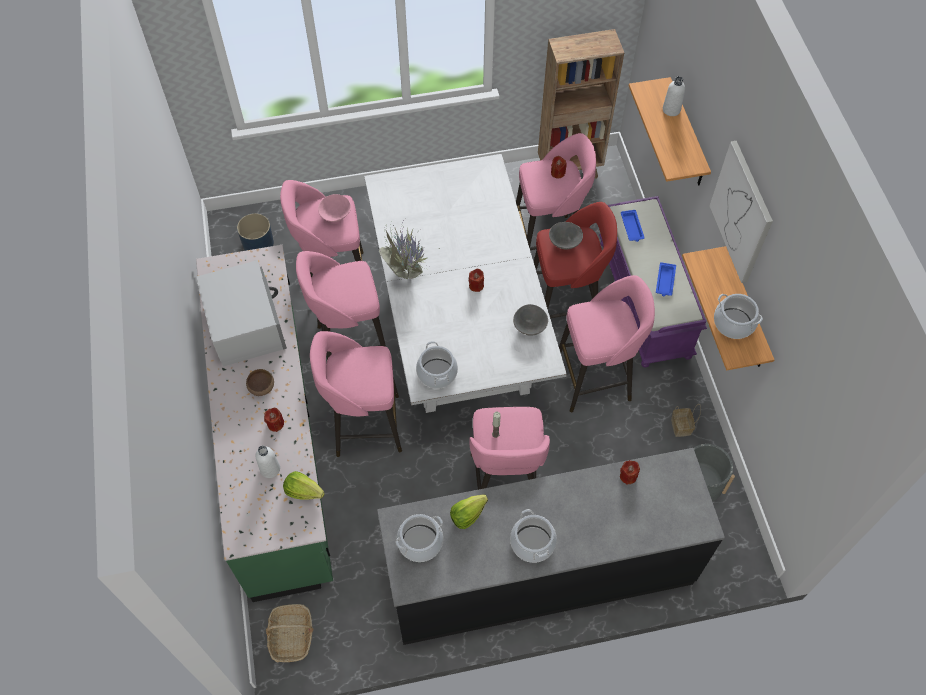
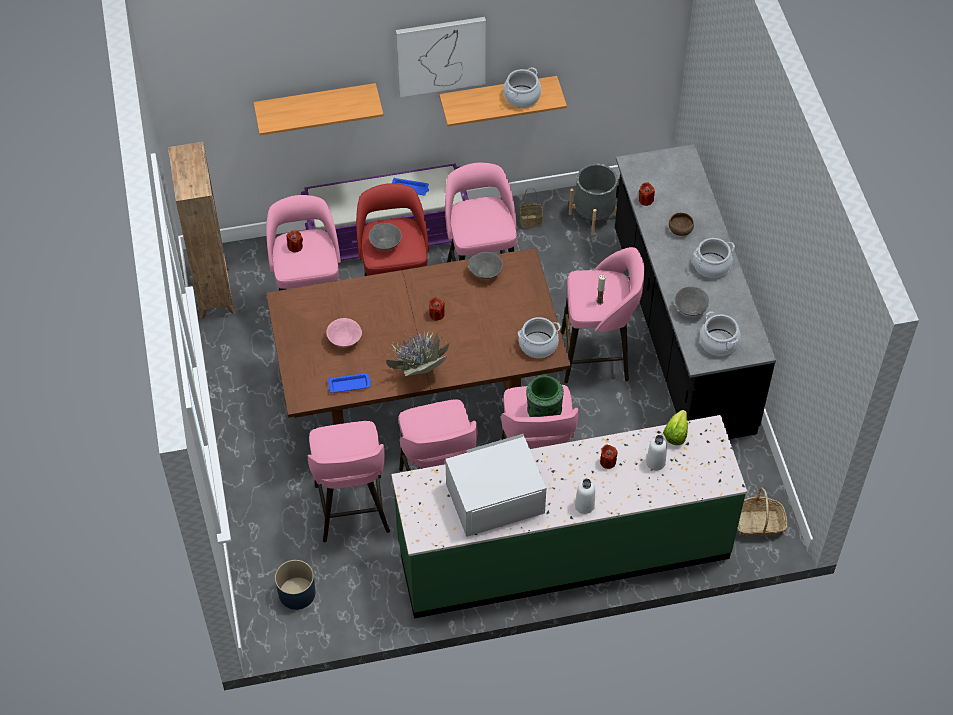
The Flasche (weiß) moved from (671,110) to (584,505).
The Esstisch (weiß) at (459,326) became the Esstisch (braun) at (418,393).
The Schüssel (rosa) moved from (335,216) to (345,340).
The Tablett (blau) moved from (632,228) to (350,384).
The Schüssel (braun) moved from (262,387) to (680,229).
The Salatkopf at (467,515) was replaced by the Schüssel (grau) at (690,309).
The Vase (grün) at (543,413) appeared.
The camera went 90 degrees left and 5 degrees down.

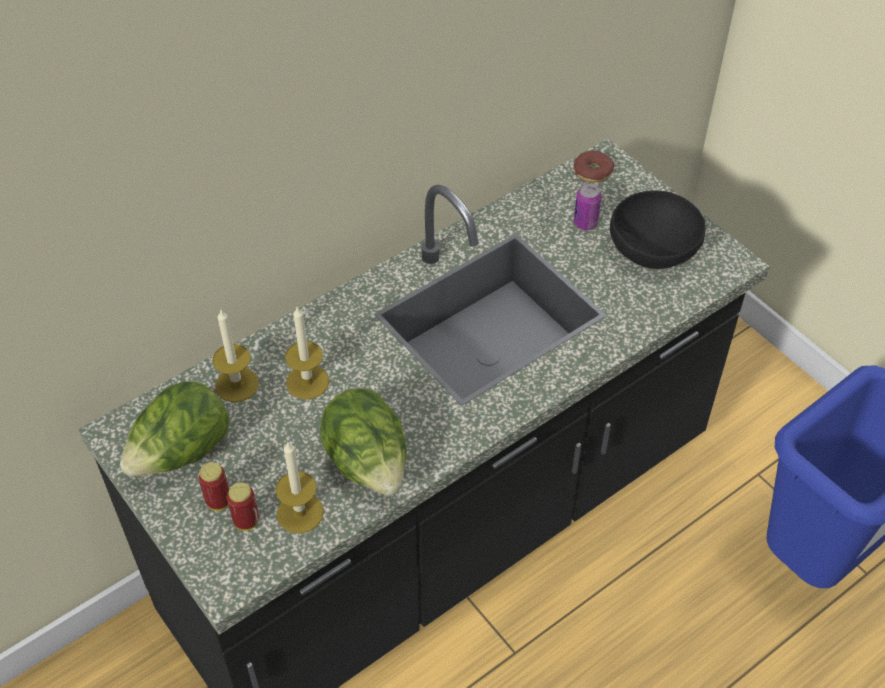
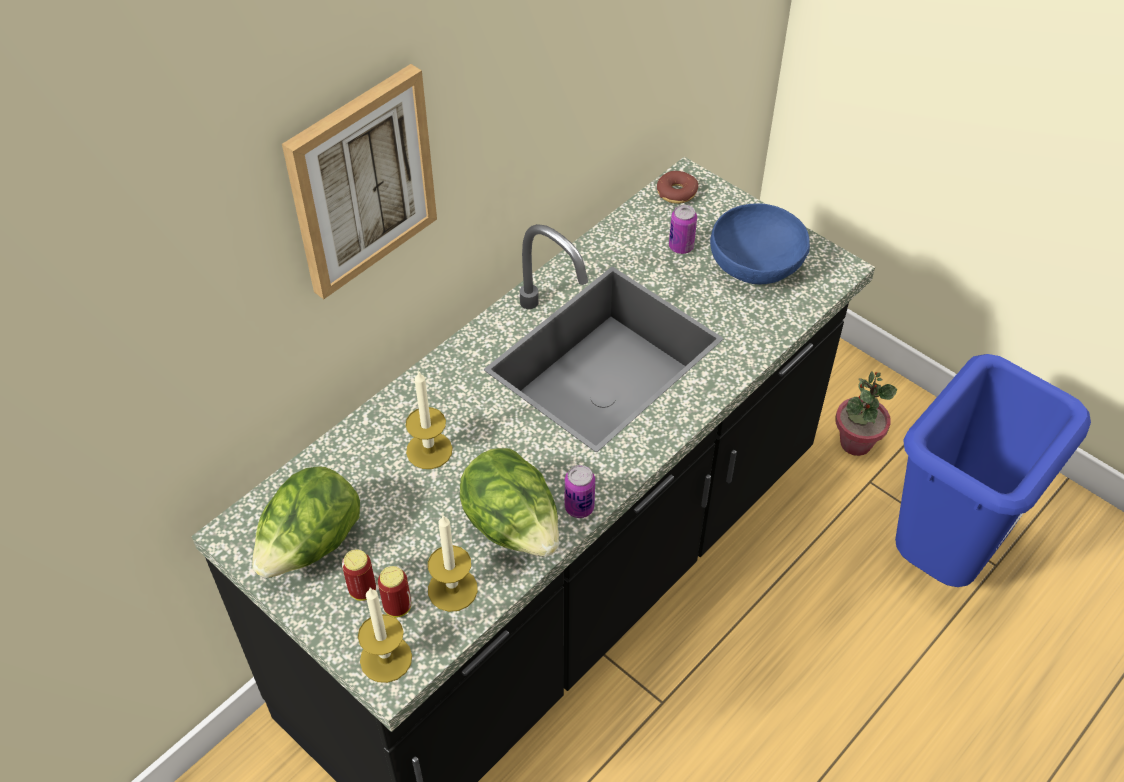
The Schüssel (schwarz) at (654,249) became the Schüssel (blau) at (756,265).
The Kerze moved from (237,384) to (386,658).
The Bild at (360,181) appeared.
The Topfpflanze at (855,442) appeared.
The Dose at (579,507) appeared.
The camera went 10 degrees left and 0 degrees up.

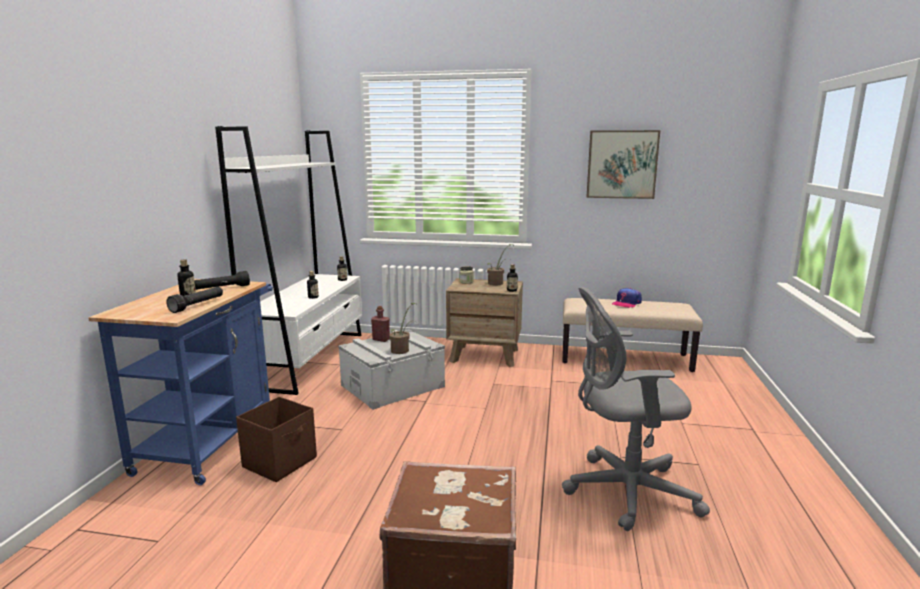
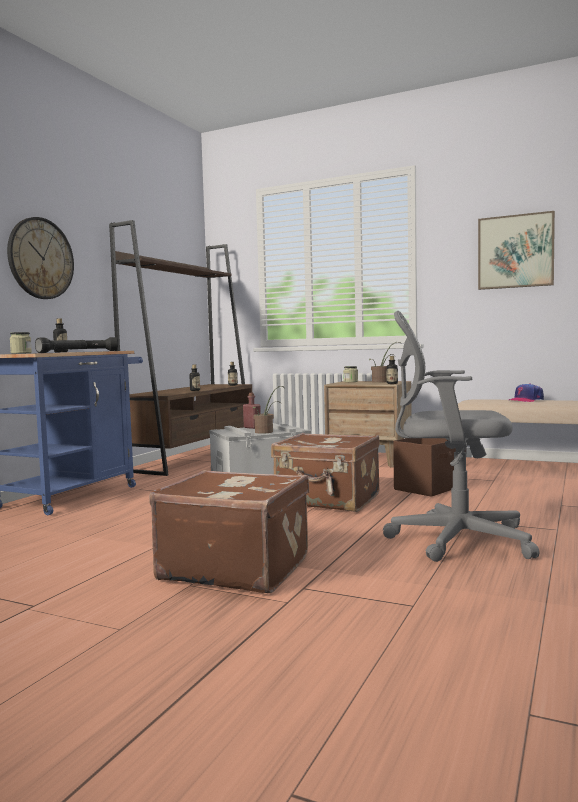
The Bücherregal (weiß) at (310,359) became the Bücherregal (braun) at (194,458).
The Aufbewahrungsbox (braun) moved from (281,462) to (426,489).
The Wanduhr at (40,258) appeared.
The Vorratsglas at (21,353) appeared.
The Koffer (braun) at (328,500) appeared.
The camera went 15 degrees right and 10 degrees down.

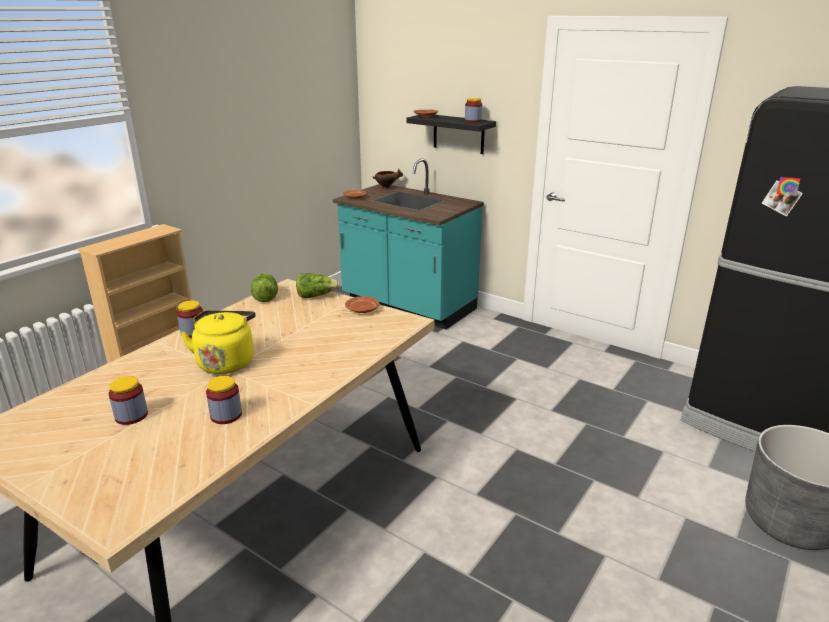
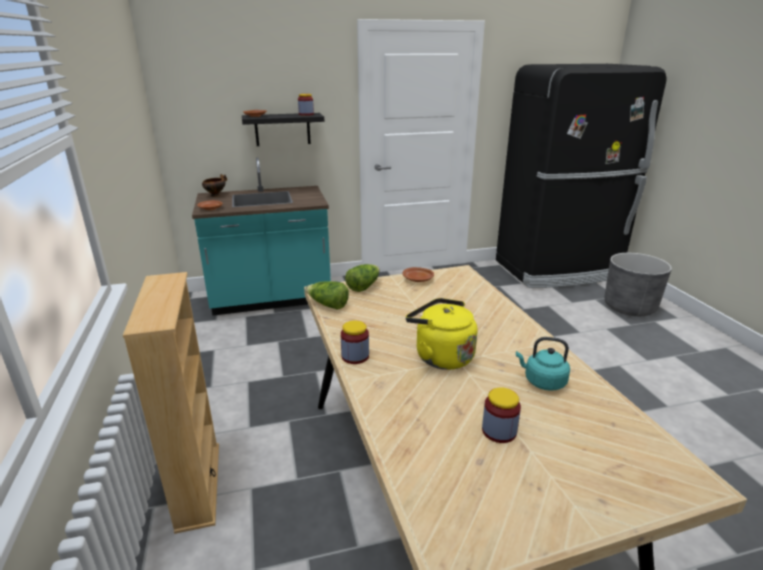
The Vorratsglas at (226,415) was replaced by the Wasserkessel (türkis) at (542,381).
The camera went 50 degrees left and 0 degrees up.

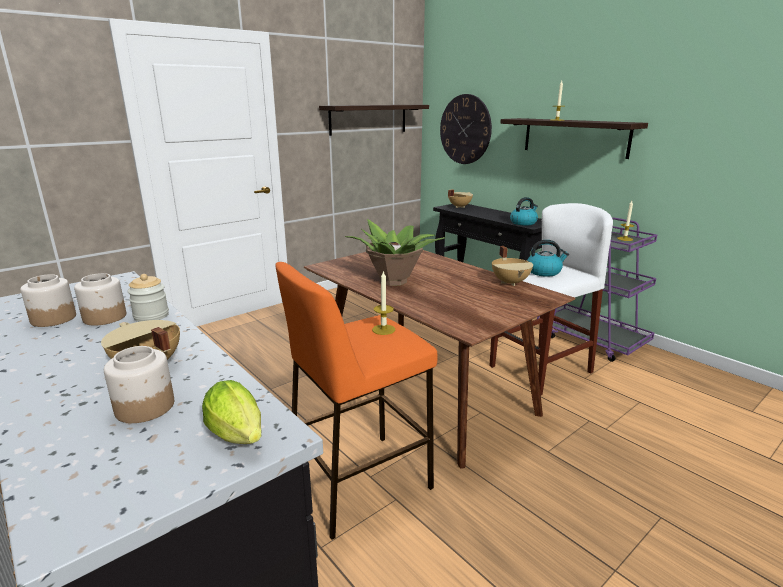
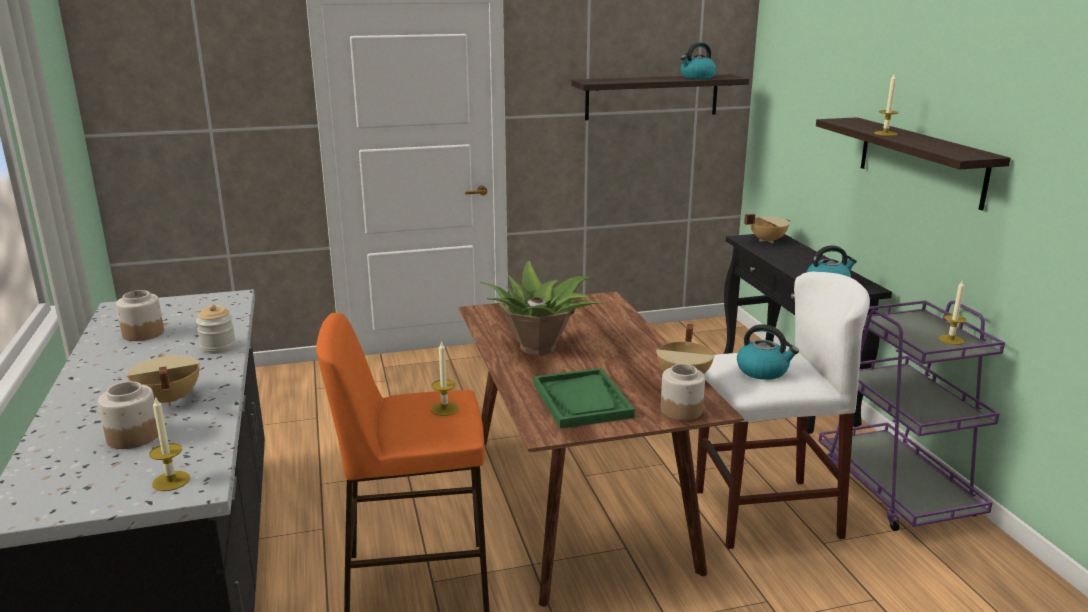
The Wanduhr at (465,129) disappeared.
The Vorratsglas moved from (105,317) to (681,410).
The Salatkopf at (239,437) was replaced by the Kerze at (171,481).
The Wasserkessel at (697,77) appeared.
The Tablett (grün) at (582,400) appeared.
The camera went 25 degrees right and 0 degrees up.

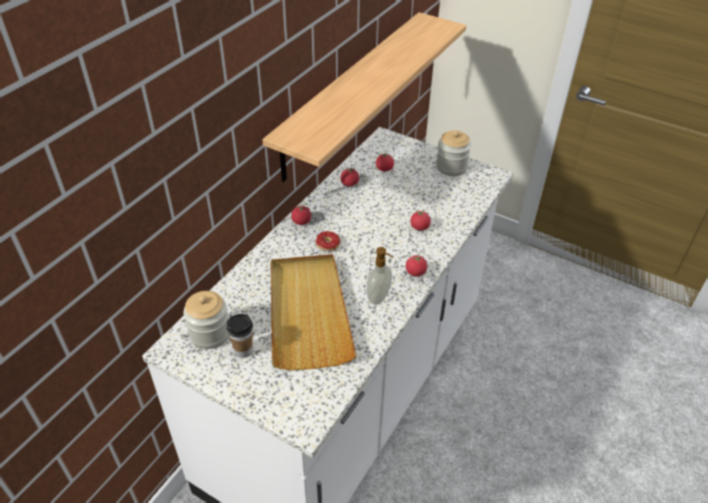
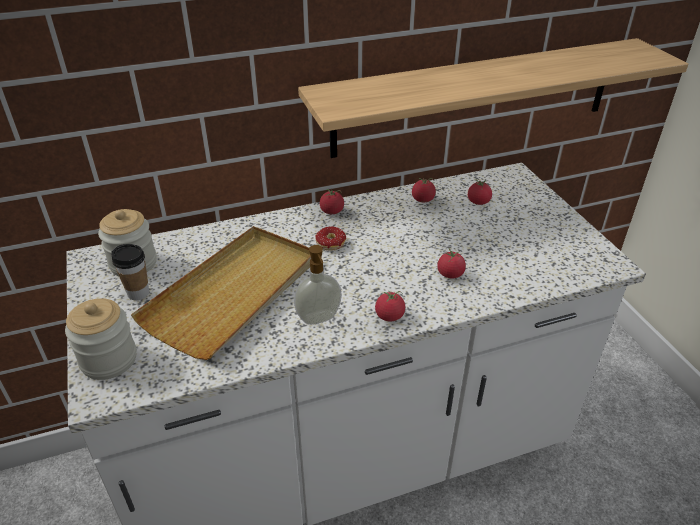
The Vorratsglas moved from (451,167) to (109,359).
The camera went 40 degrees right and 5 degrees down.

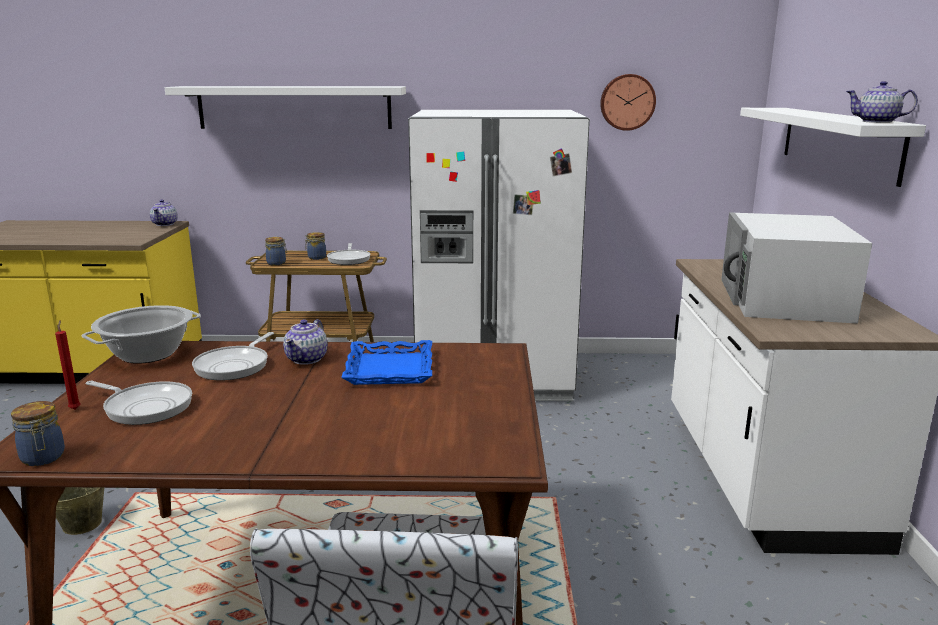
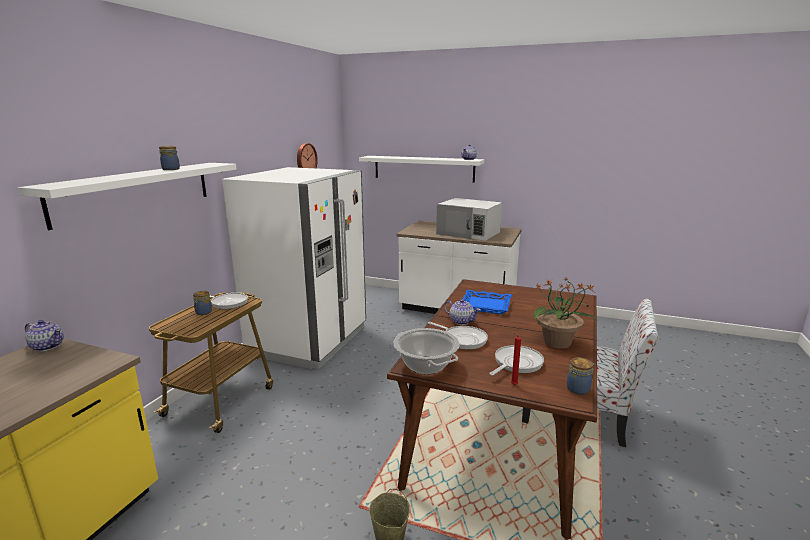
The Vorratsglas moved from (277,263) to (171,169).
The Topfpflanze at (558,342) appeared.
The camera went 70 degrees left and 0 degrees up.

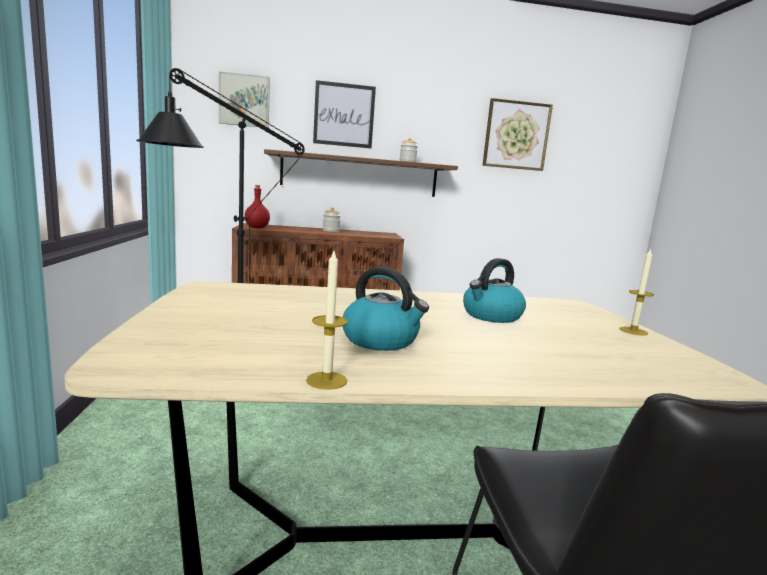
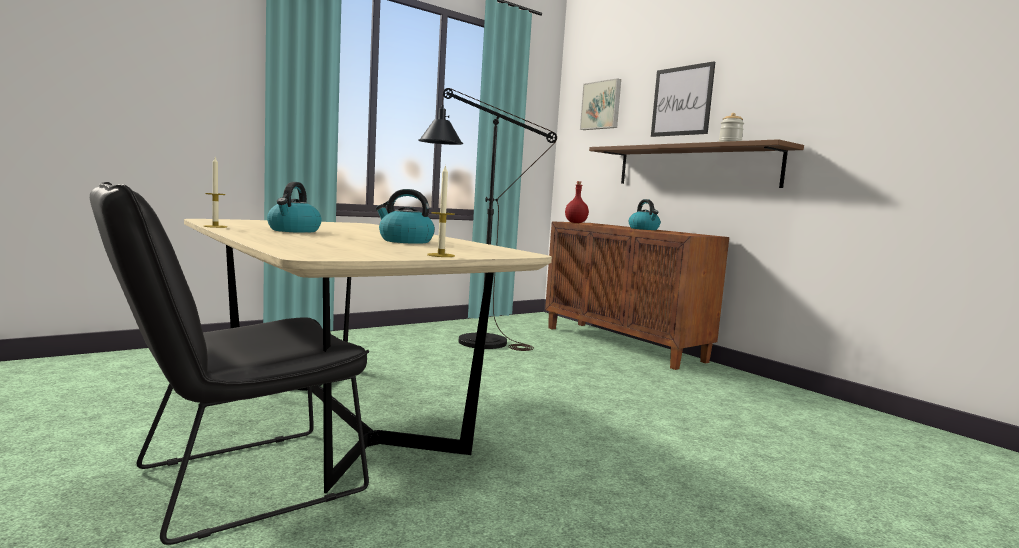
The Bild at (516,135) disappeared.
The Vorratsglas at (331,230) was replaced by the Wasserkessel at (644,229).
The camera went 60 degrees right and 5 degrees down.

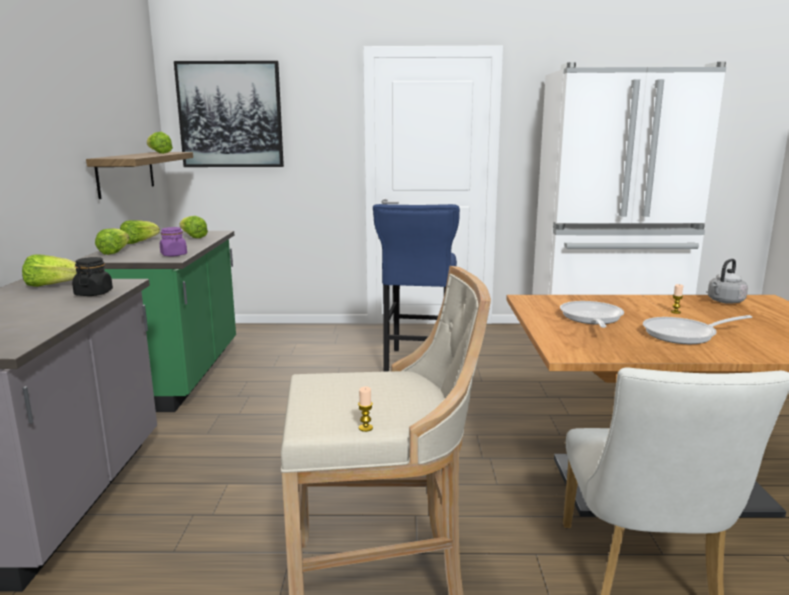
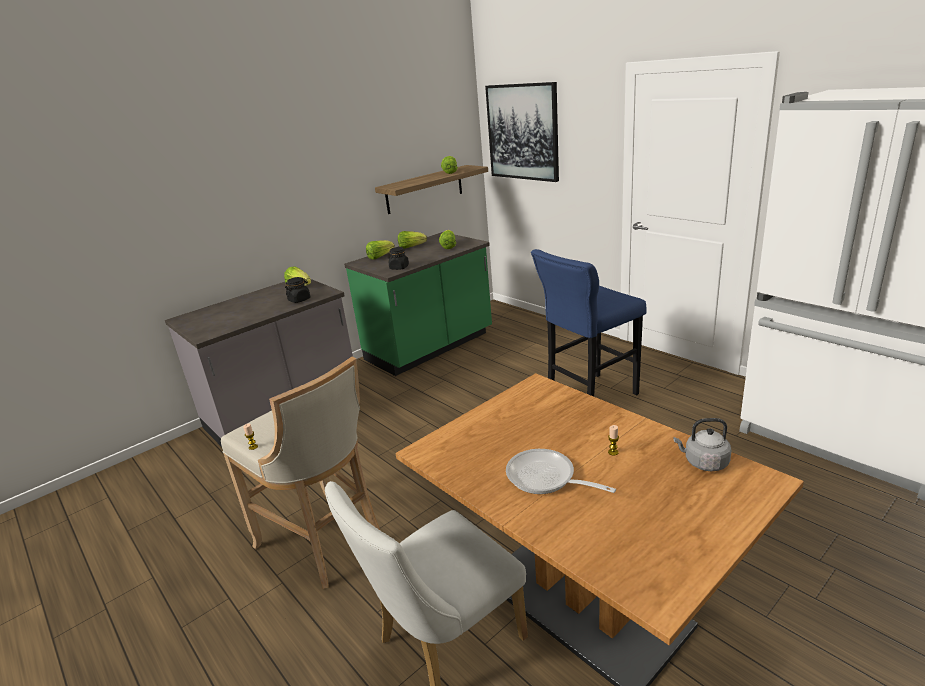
The Vorratsglas (lila) at (174,255) became the Vorratsglas (schwarz) at (399,267).
The Pfanne at (591,318) disappeared.
The camera went 50 degrees right and 10 degrees up.

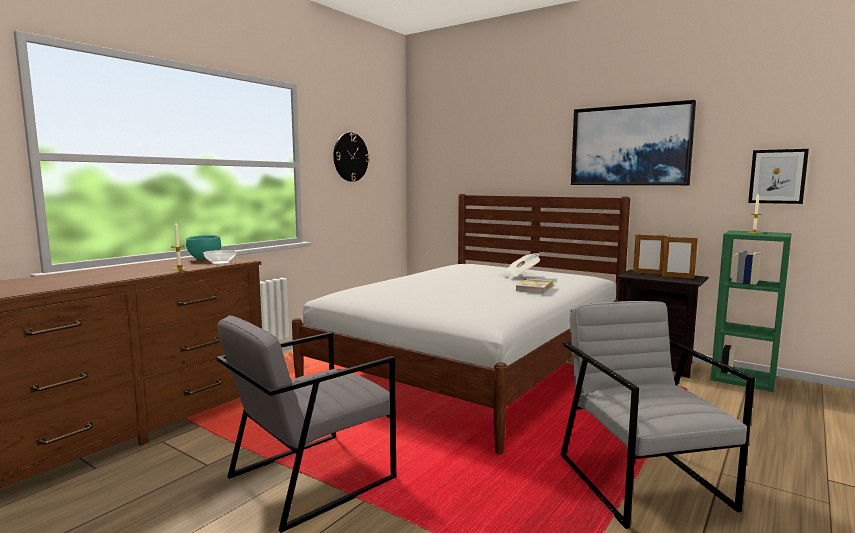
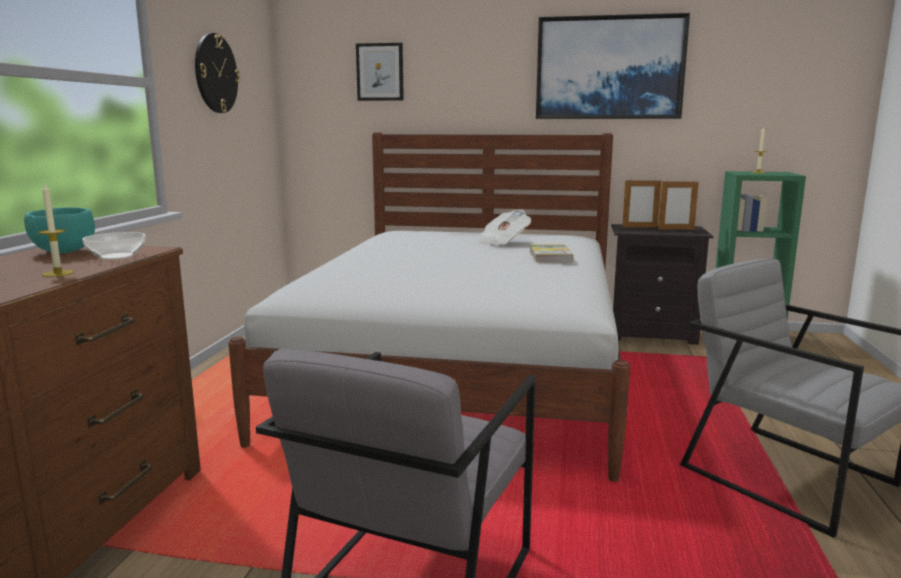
The Bild moved from (777,176) to (380,72).
The camera went 25 degrees left and 5 degrees up.

